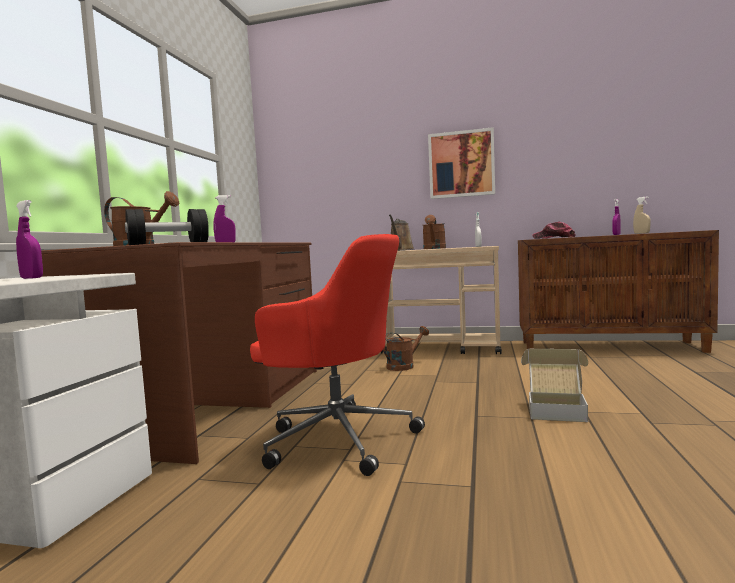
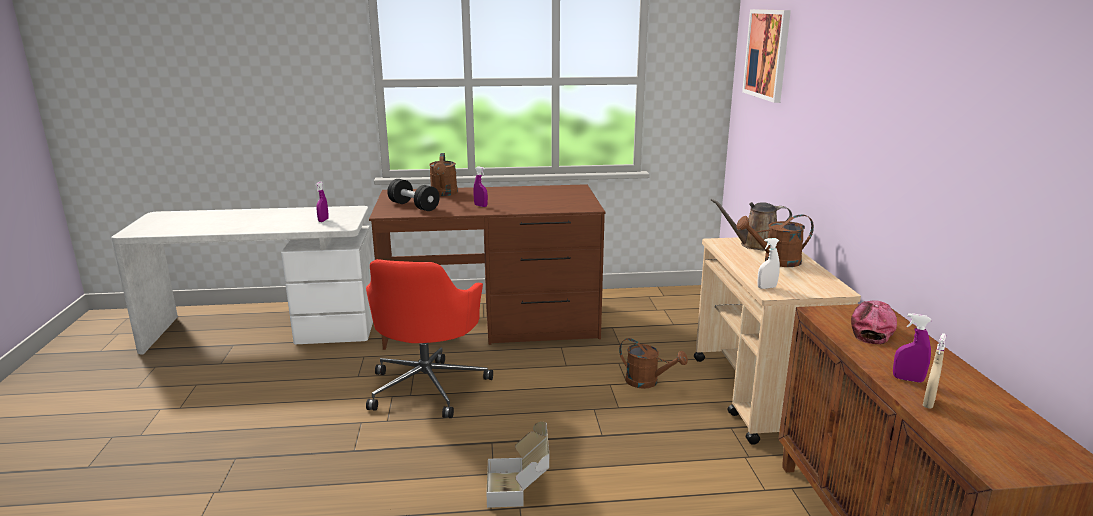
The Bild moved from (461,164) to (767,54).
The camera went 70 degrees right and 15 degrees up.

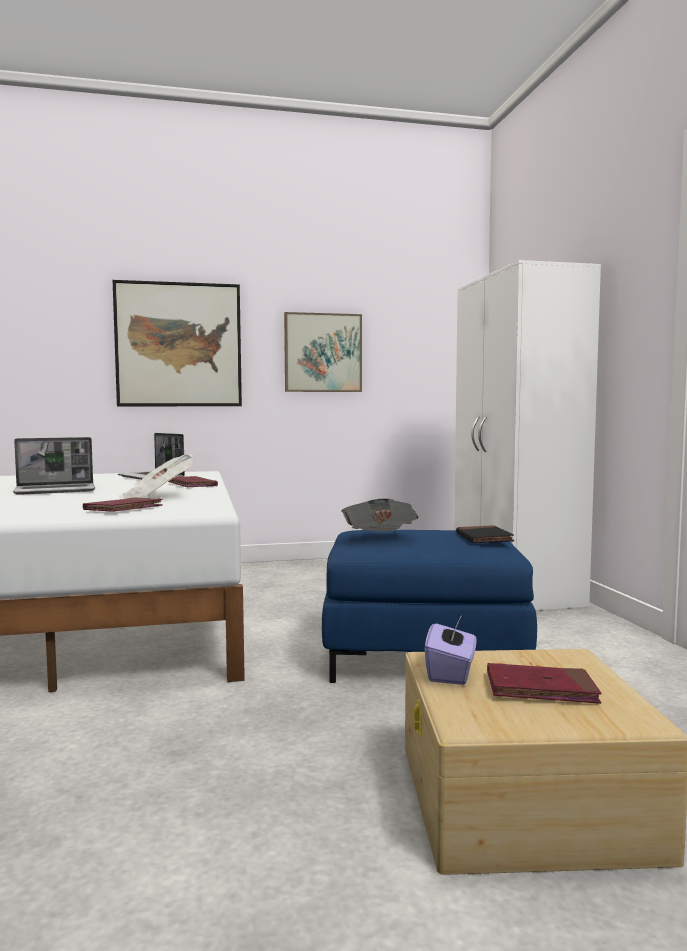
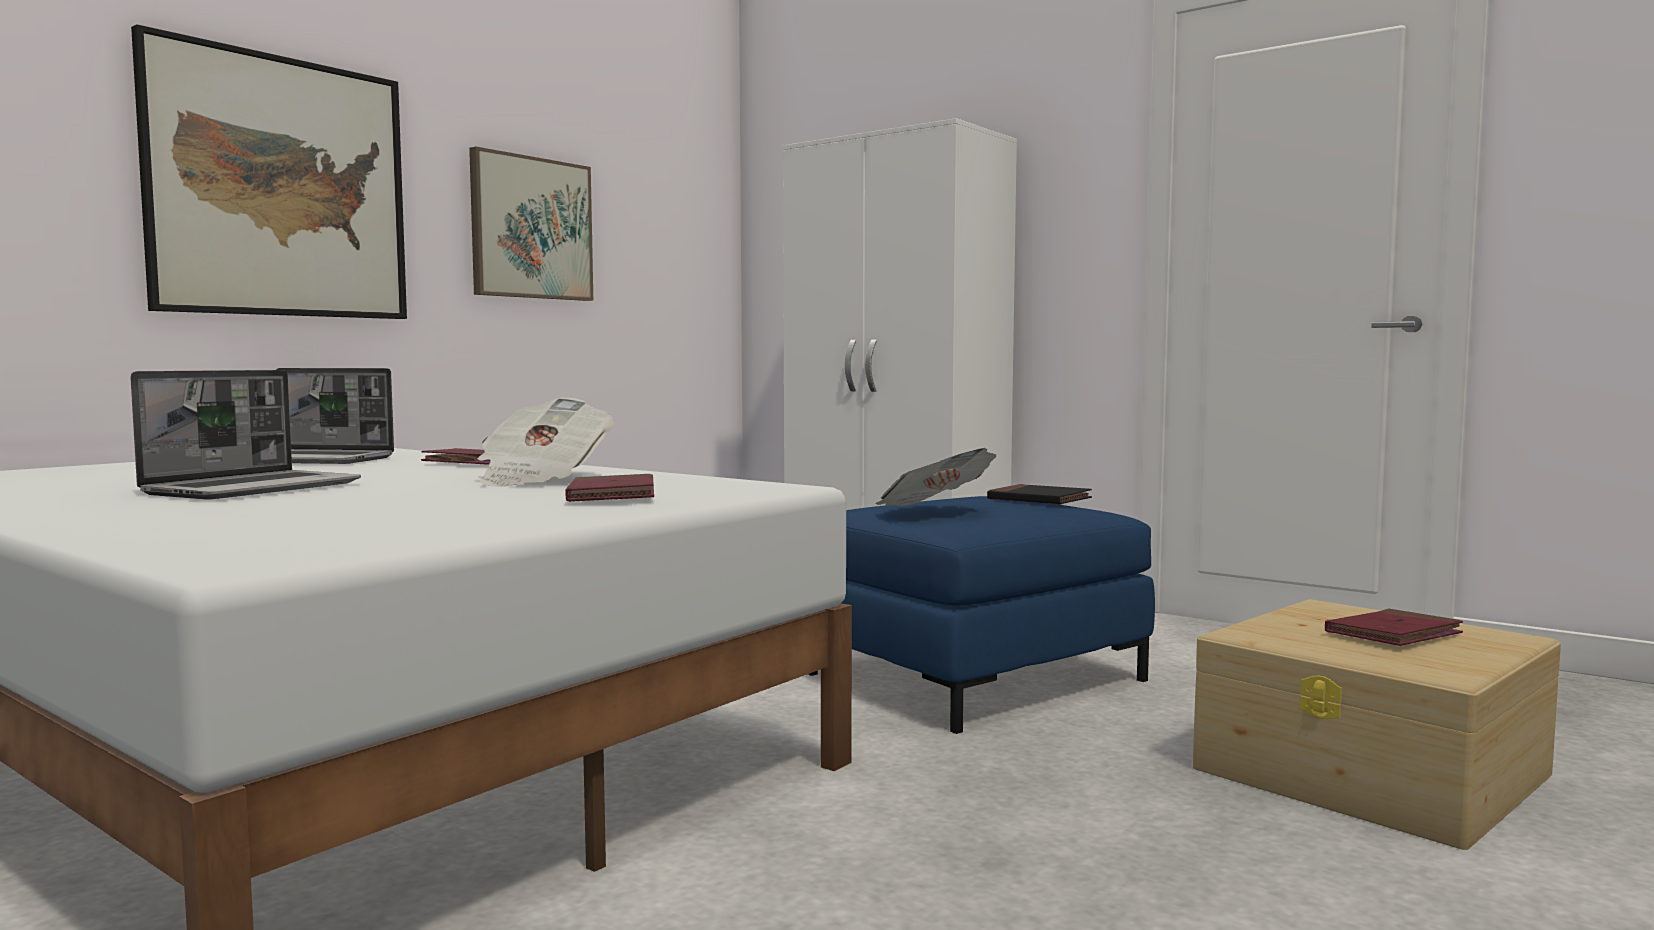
The Taschentuchbox (lila) at (451,673) disappeared.
The camera went 40 degrees left and 0 degrees up.

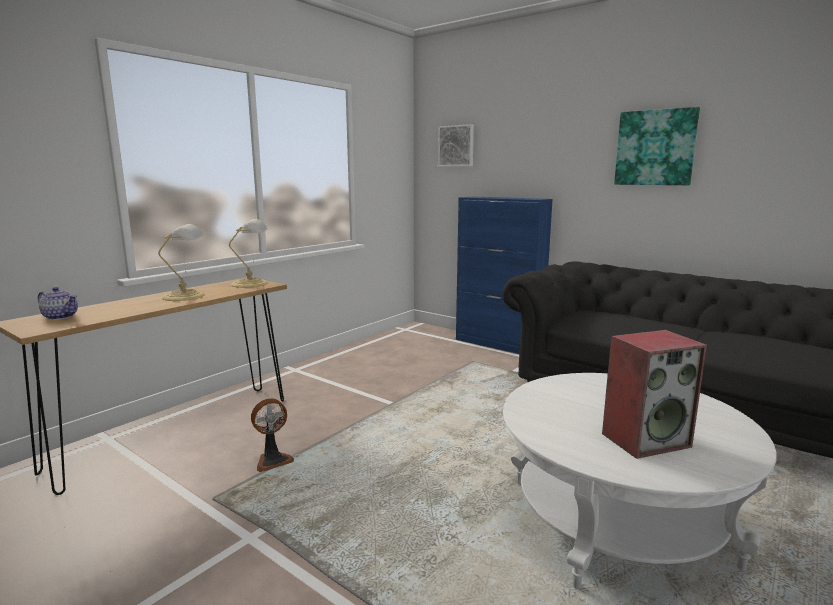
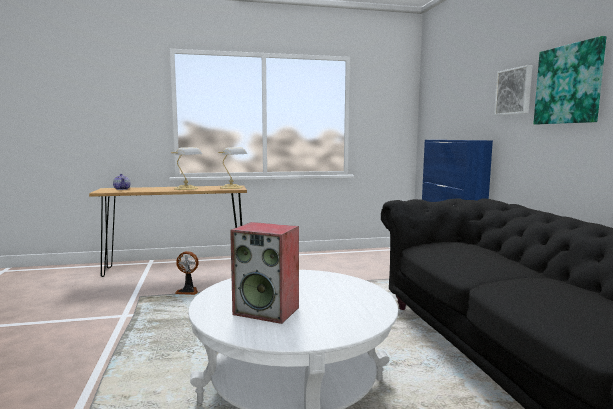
The Bild moved from (456,146) to (514,91).
The camera went 40 degrees right and 5 degrees down.

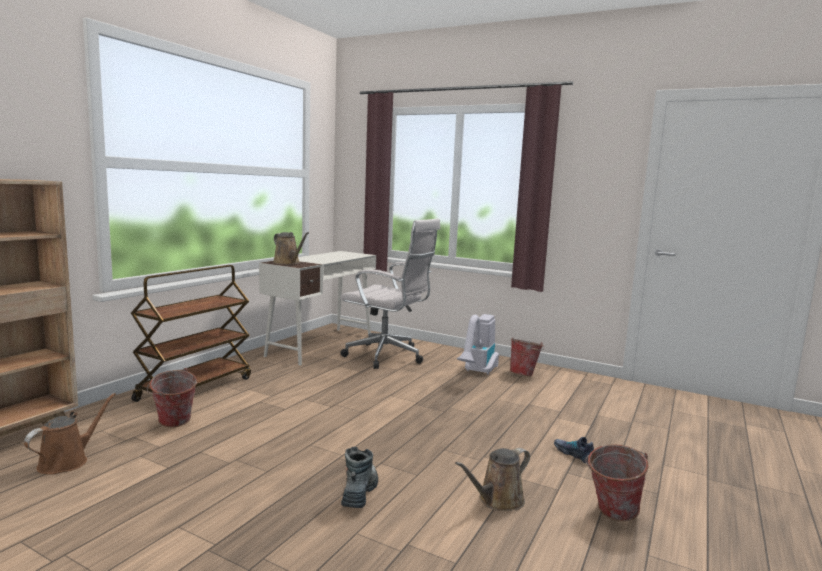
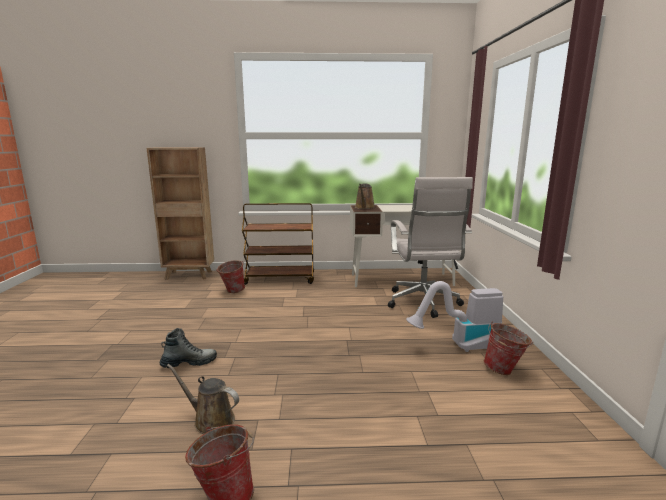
The Gießkanne (braun) at (67,461) disappeared.
The Schuh at (574,454) disappeared.
The camera went 60 degrees right and 5 degrees up.

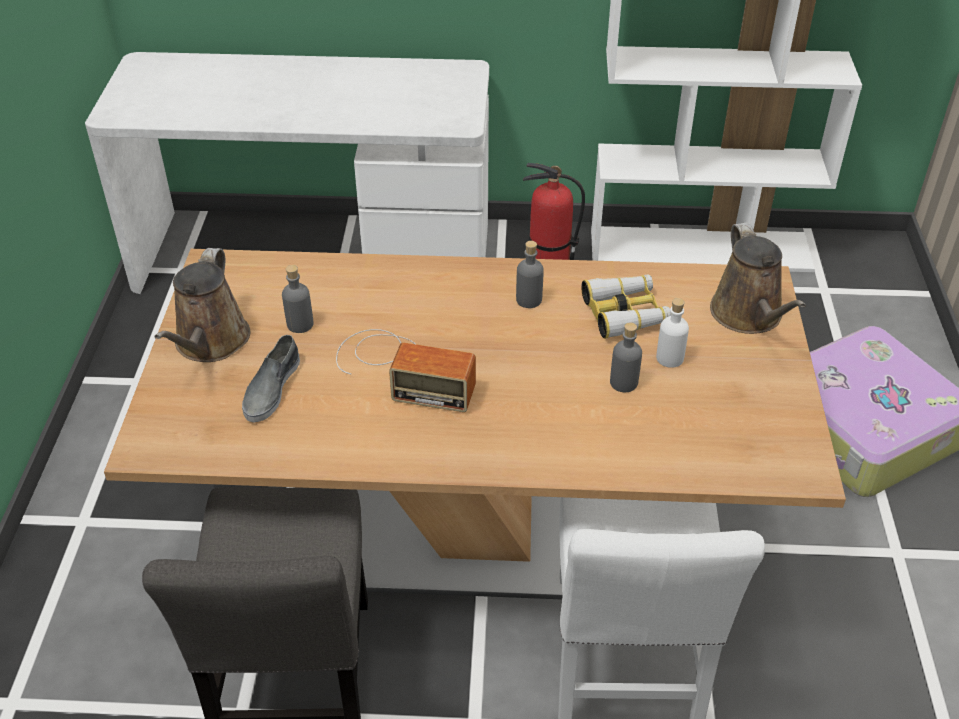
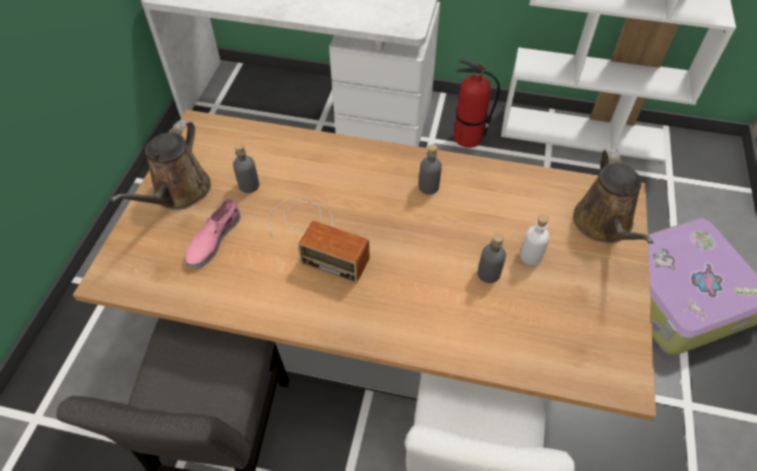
The Fernglas at (625,313) disappeared.
The Schuh (grau) at (271,388) became the Schuh (rosa) at (213,239).
The camera went 10 degrees right and 10 degrees up.

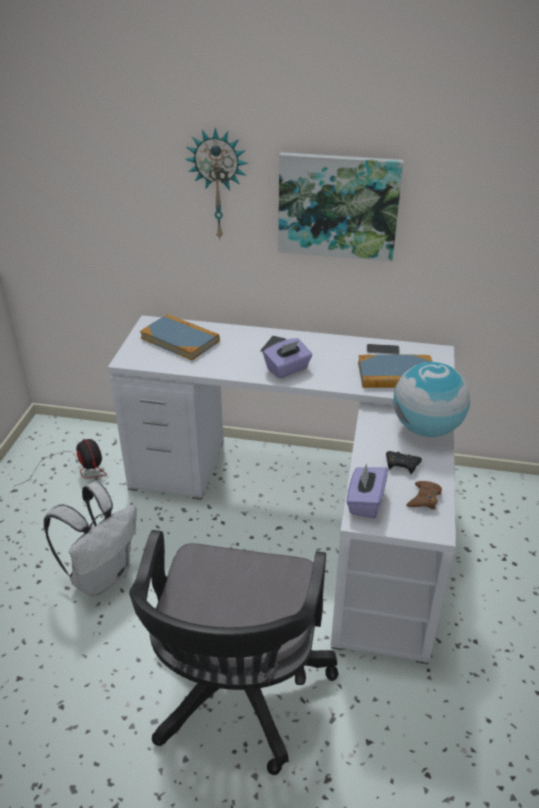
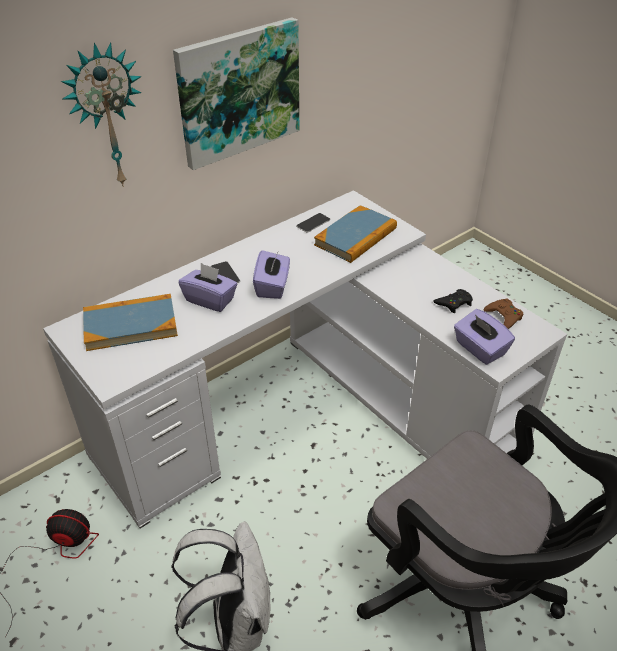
The Globus at (426,428) disappeared.
The Taschentuchbox (lila) at (210,300) appeared.
The camera went 50 degrees left and 5 degrees up.

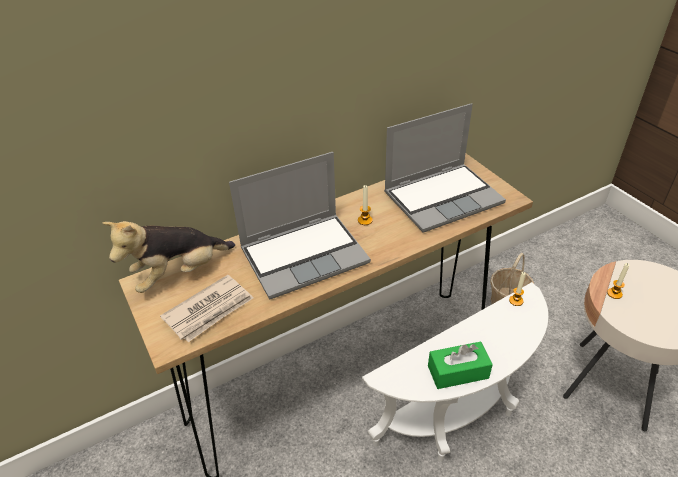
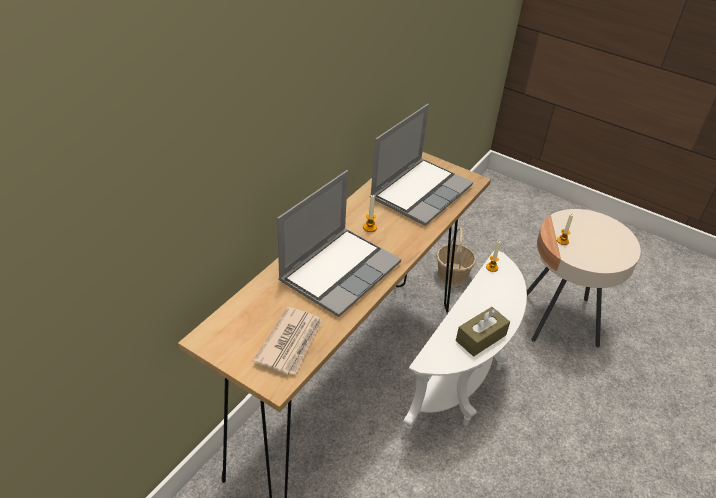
The Plüschtier at (179,274) disappeared.
The Taschentuchbox (grün) at (458,372) became the Taschentuchbox (braun) at (481,338).
The camera went 30 degrees left and 0 degrees up.

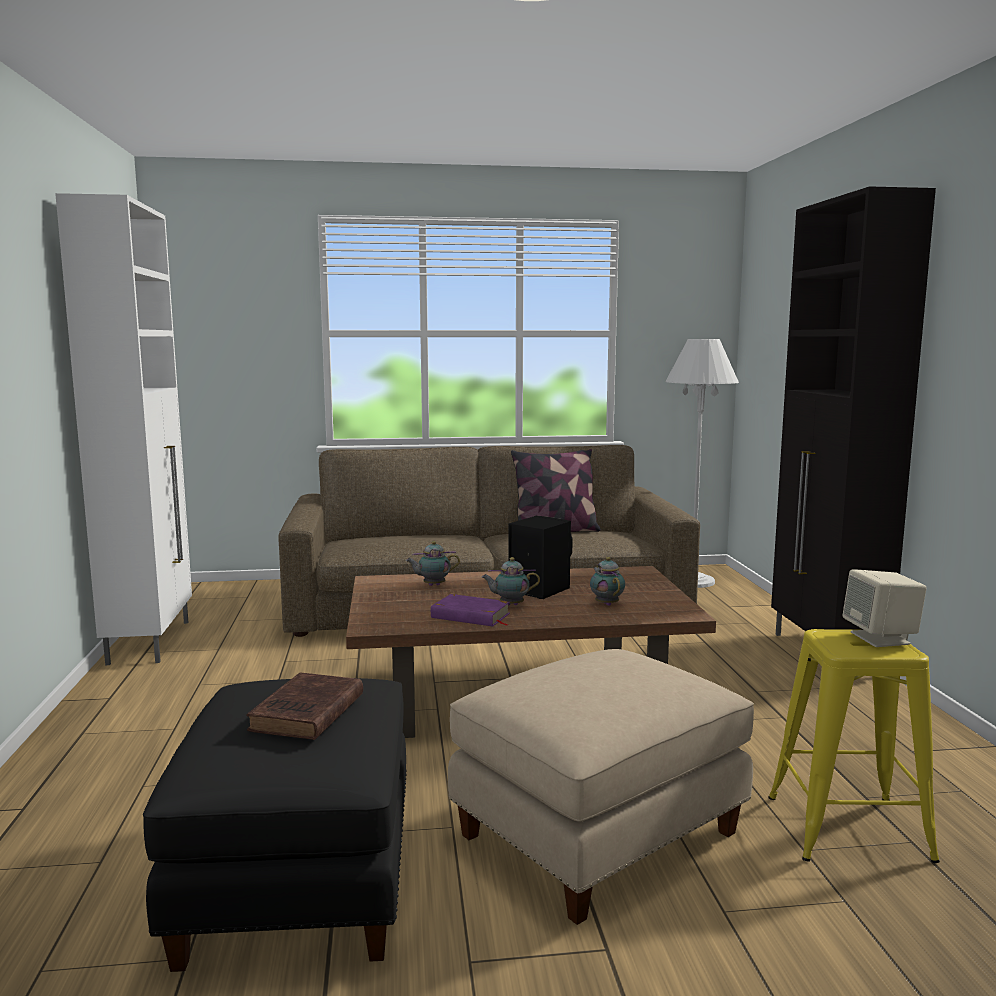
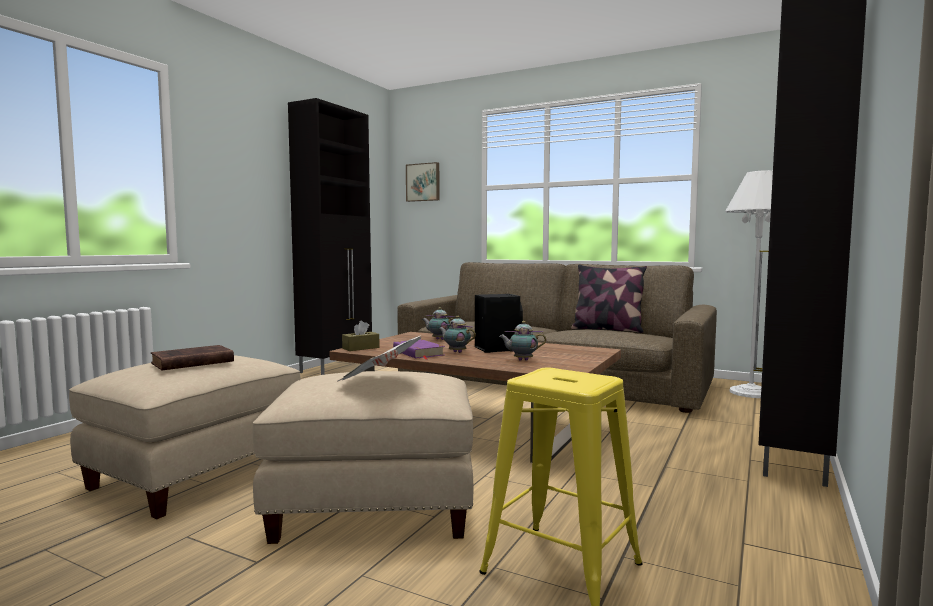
The Schrank (weiß) at (151,641) became the Schrank (schwarz) at (337,367).
The Teekanne at (606,604) turned 105 degrees counterclockwise.
The Lautsprecher (beige) at (881,638) disappeared.
The Polsterhocker (schwarz) at (297,879) became the Polsterhocker (beige) at (196,473).
The Bild at (423,182) appeared.
The Taschentuchbox (braun) at (360,348) appeared.
The Zeitung at (380,382) appeared.
The camera went 35 degrees right and 5 degrees down.

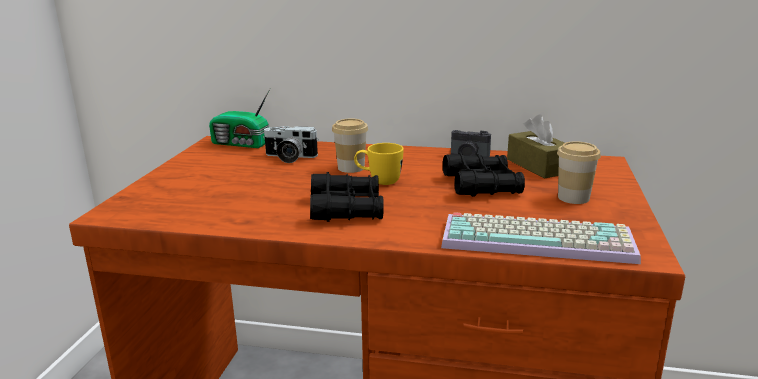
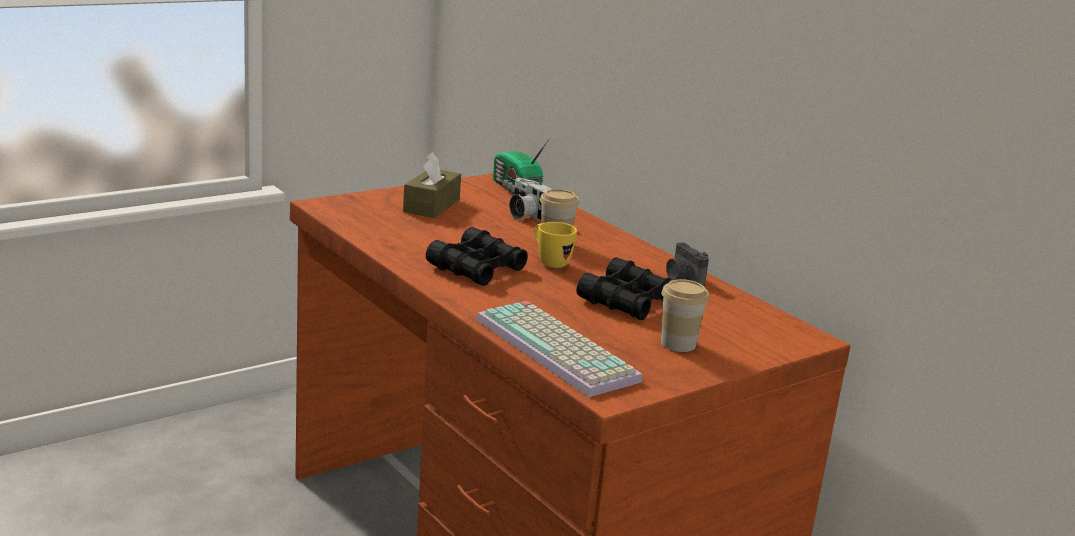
The Taschentuchbox (braun) moved from (538,166) to (431,206).
The camera went 40 degrees right and 0 degrees up.

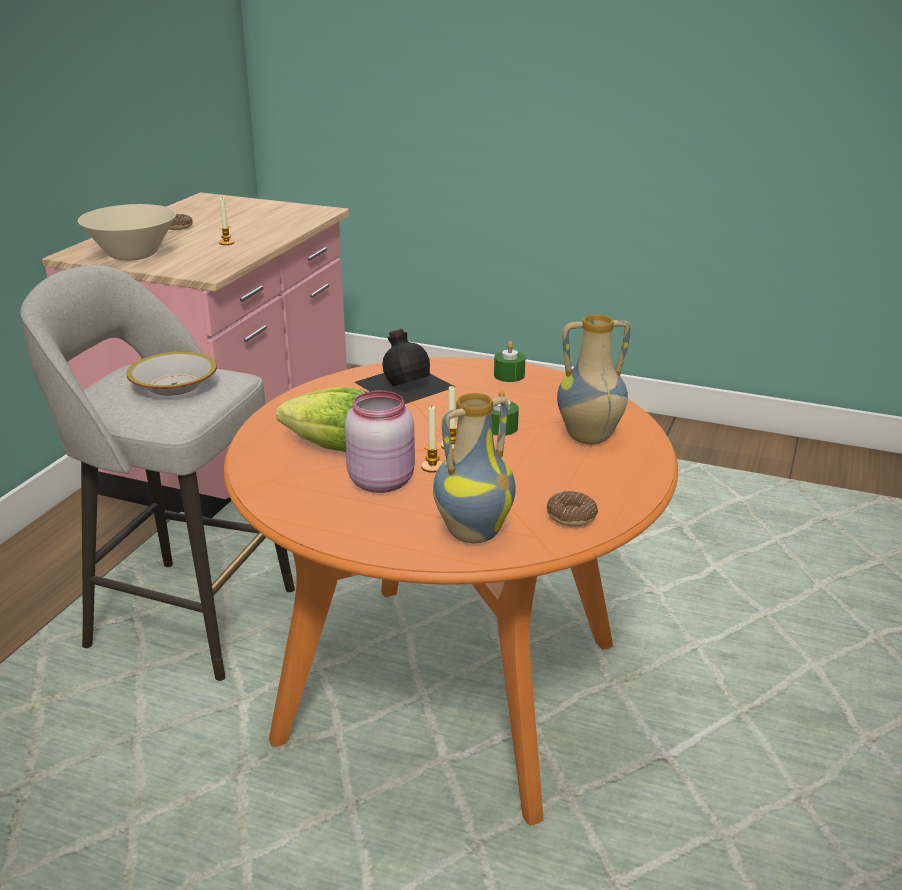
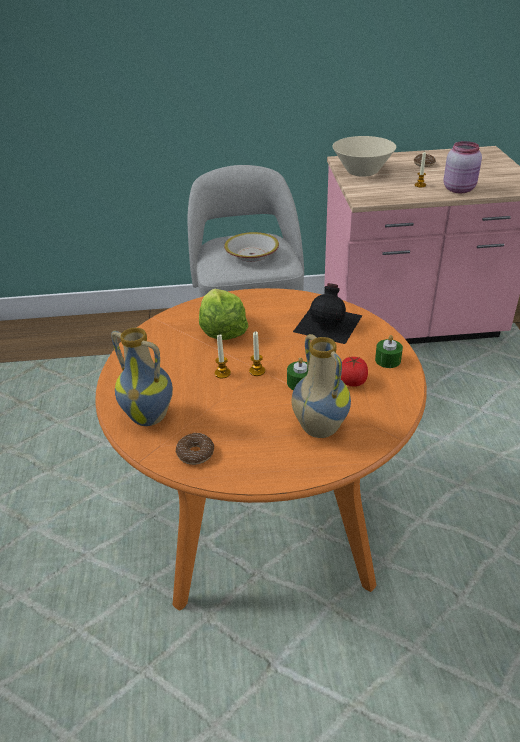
The Vorratsglas (rosa) moved from (382,481) to (459,189).
The Tomate at (352,381) appeared.
The camera went 65 degrees right and 10 degrees up.

